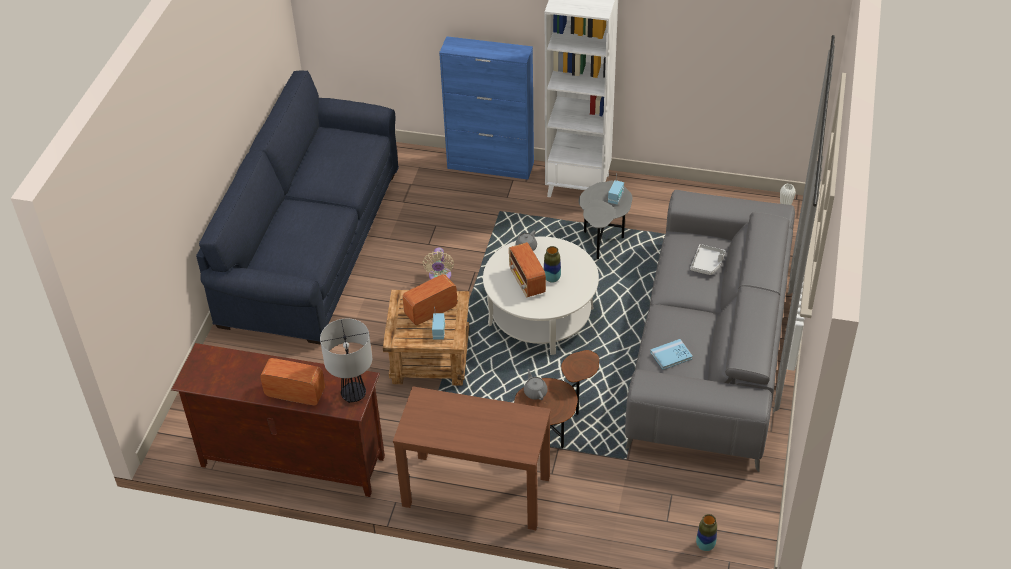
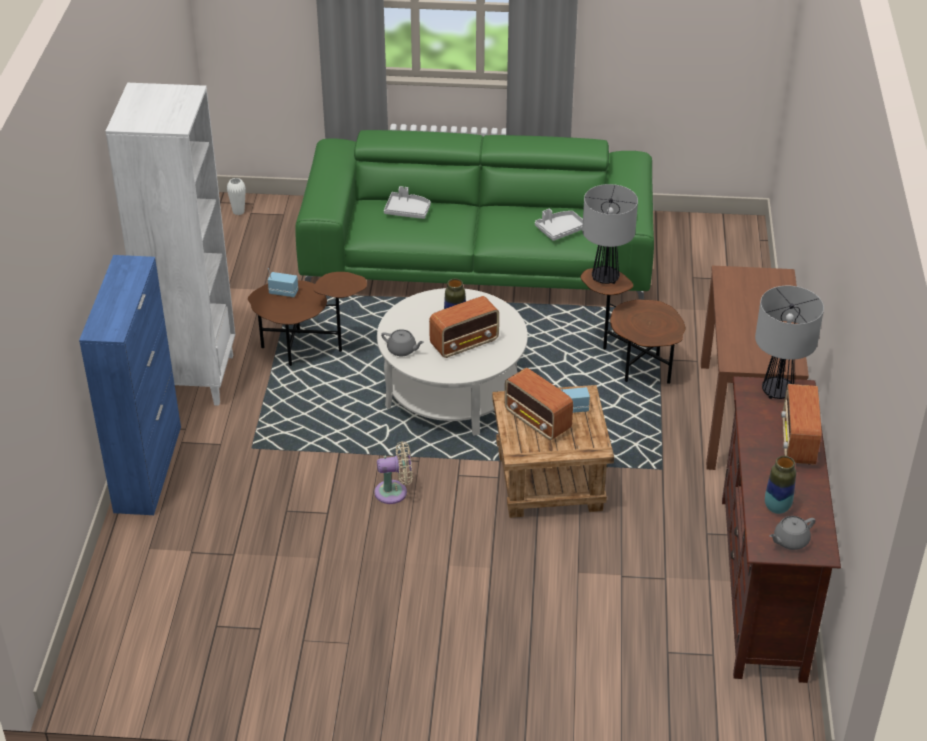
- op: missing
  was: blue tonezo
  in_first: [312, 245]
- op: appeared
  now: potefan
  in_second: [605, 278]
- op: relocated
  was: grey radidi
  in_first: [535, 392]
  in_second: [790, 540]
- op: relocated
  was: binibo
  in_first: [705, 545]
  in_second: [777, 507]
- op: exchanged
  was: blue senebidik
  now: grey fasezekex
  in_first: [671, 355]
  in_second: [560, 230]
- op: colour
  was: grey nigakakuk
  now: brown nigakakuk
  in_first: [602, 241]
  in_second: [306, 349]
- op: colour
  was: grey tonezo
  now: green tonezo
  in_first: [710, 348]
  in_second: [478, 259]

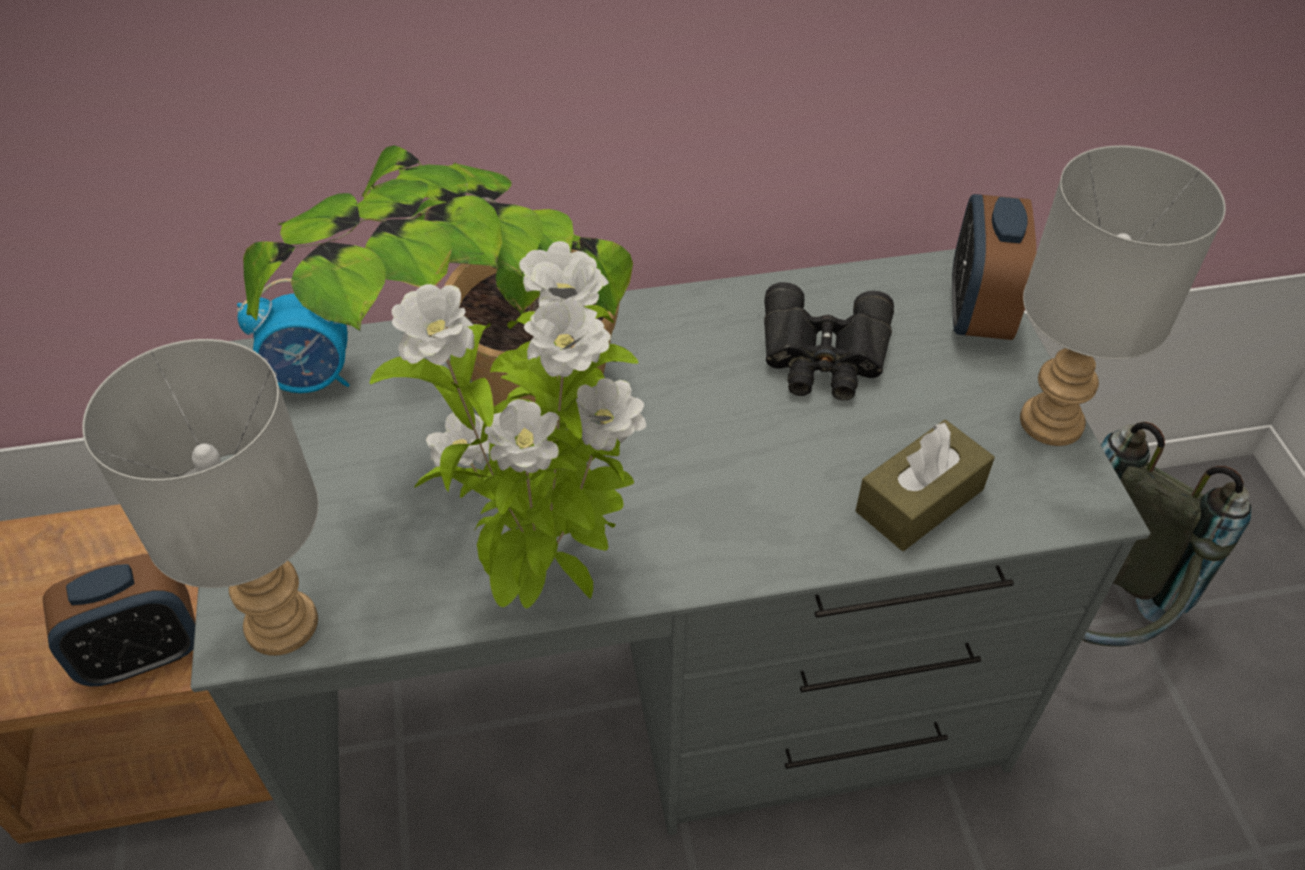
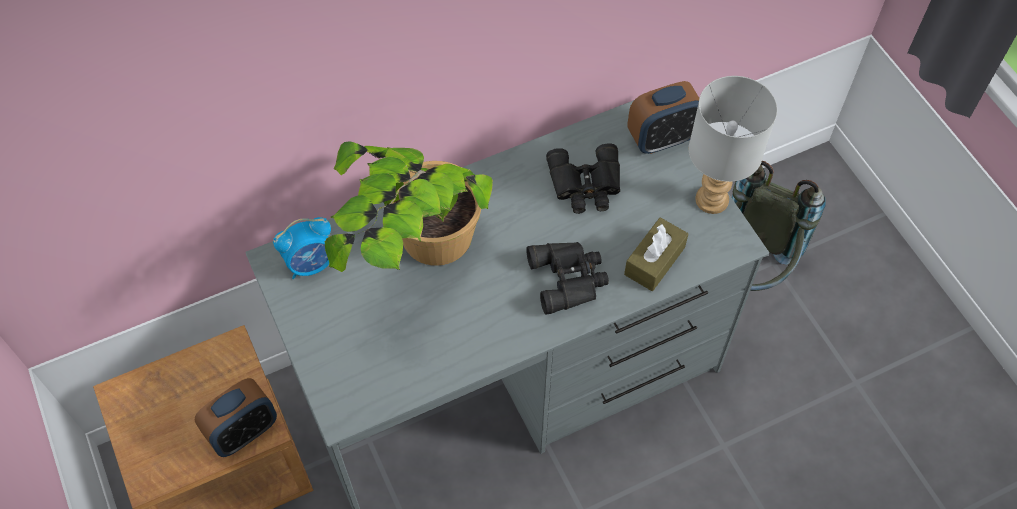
- op: missing
  was: grey potefan
  in_first: [278, 624]
- op: missing
  was: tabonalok
  in_first: [549, 579]
- op: appeared
  now: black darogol
  in_second: [569, 278]
- op: spun
  was: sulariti
  in_first: [977, 313]
  in_second: [661, 139]
  clockwise: -105

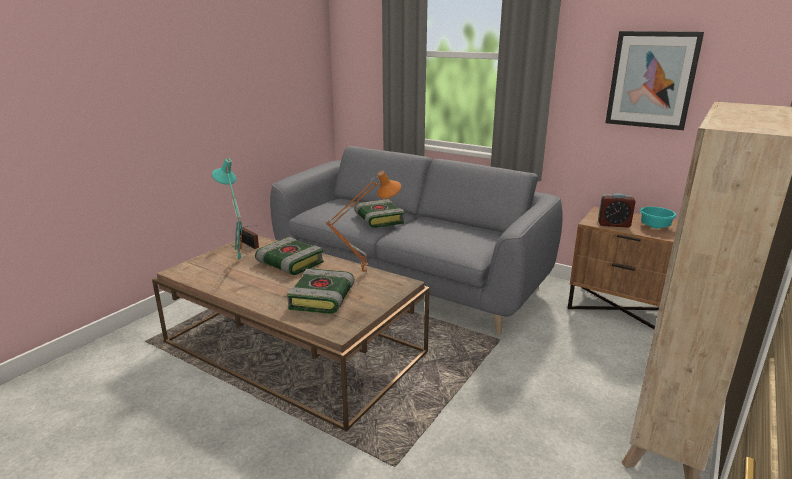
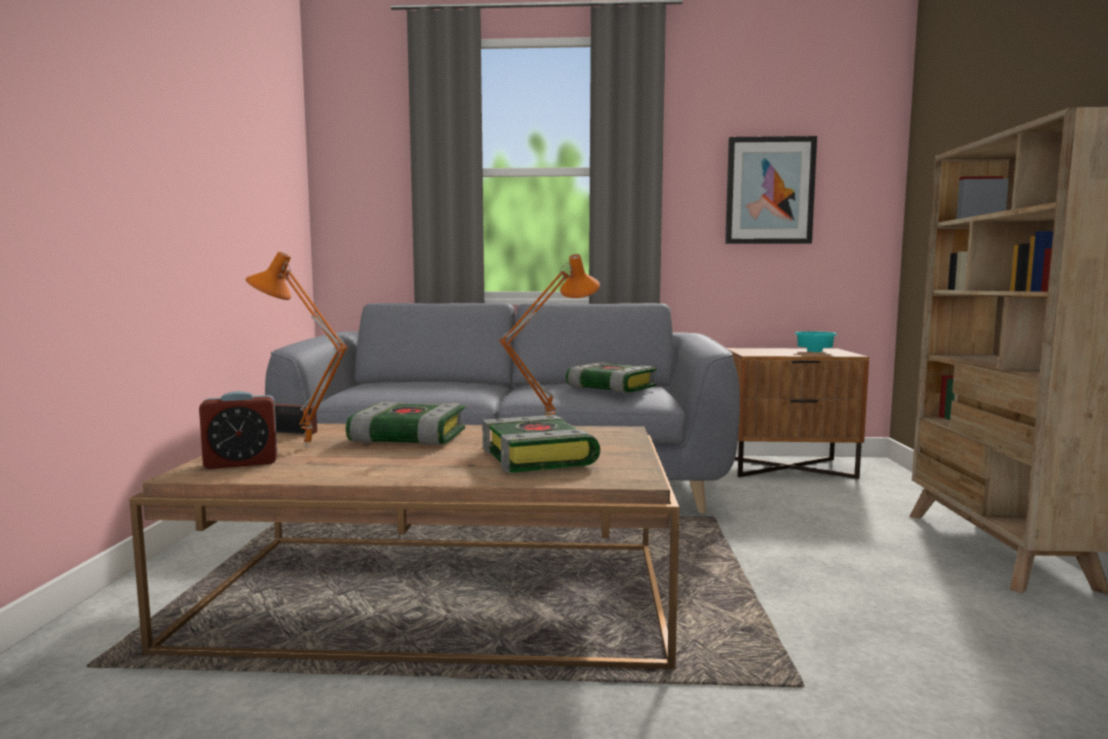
- op: relocated
  was: senebidik
  in_first: [378, 219]
  in_second: [609, 388]
- op: relocated
  was: sulariti
  in_first: [613, 224]
  in_second: [241, 463]
- op: colour
  was: turquoise potefan
  now: orange potefan
  in_first: [237, 261]
  in_second: [304, 448]

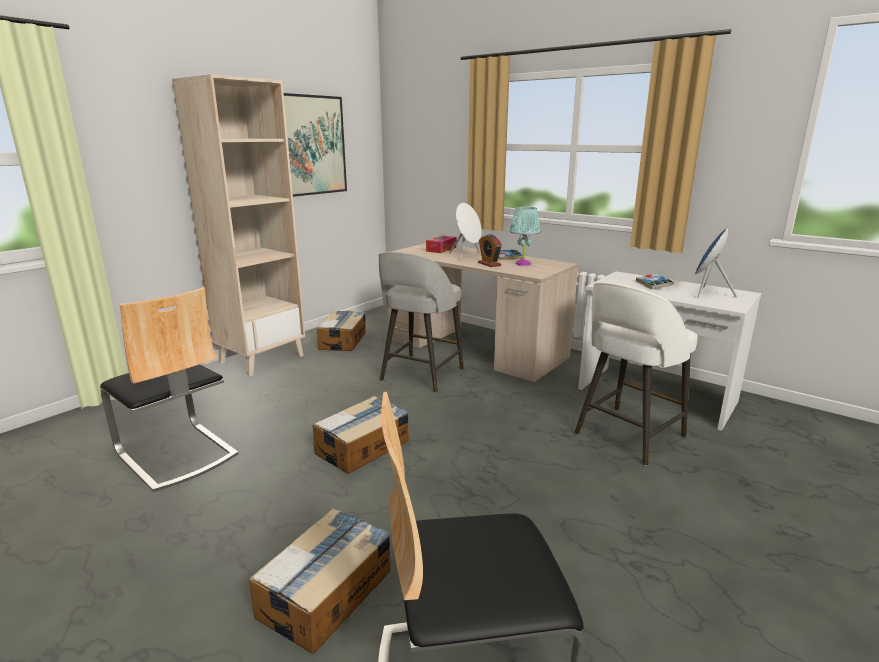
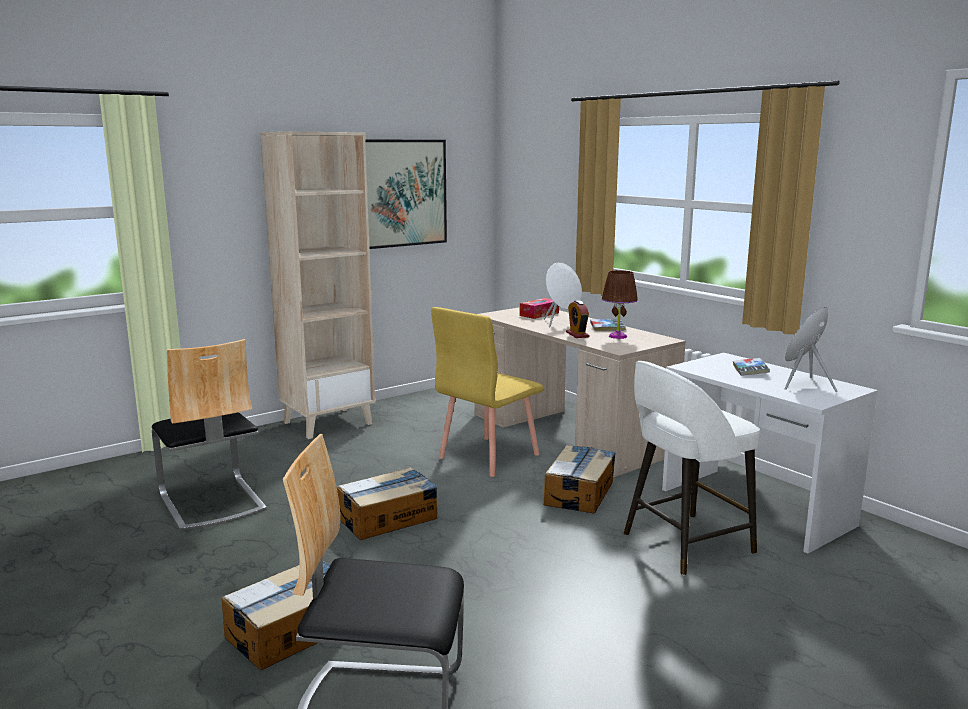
- op: relocated
  was: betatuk
  in_first: [343, 340]
  in_second: [579, 492]
- op: exchanged
  was: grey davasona
  now: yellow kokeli
  in_first: [420, 375]
  in_second: [488, 456]
- op: colour
  was: turquoise potefan
  now: brown potefan
  in_first: [523, 263]
  in_second: [618, 336]

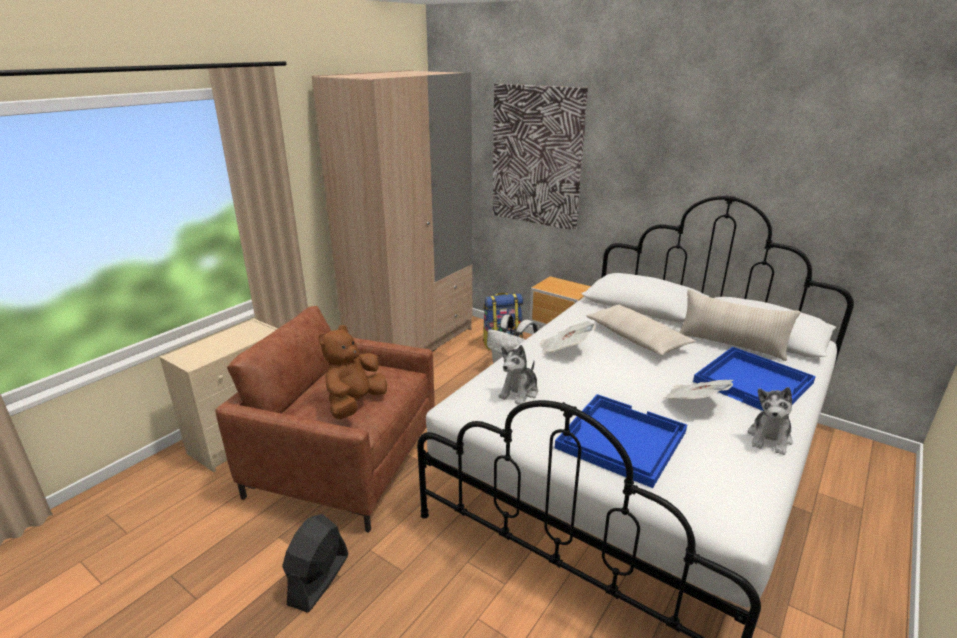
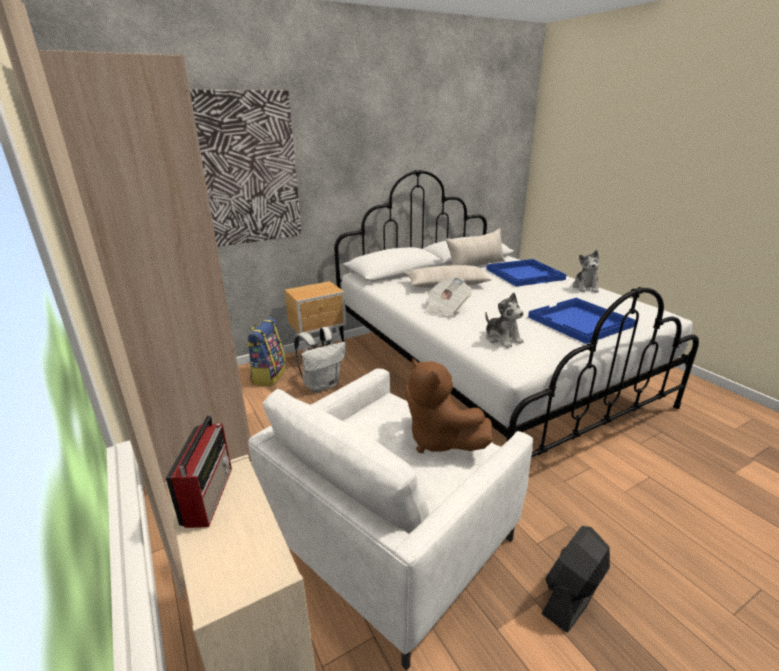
- op: missing
  was: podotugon
  in_first: [694, 403]
- op: appeared
  now: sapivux
  in_second: [209, 494]
- op: colour
  was: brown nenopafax
  now: white nenopafax
  in_first: [344, 463]
  in_second: [390, 539]
- op: spun
  was: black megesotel
  in_first: [318, 579]
  in_second: [572, 595]
  clockwise: 90
- op: spun
  was: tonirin
  in_first: [769, 438]
  in_second: [585, 287]
  clockwise: 45

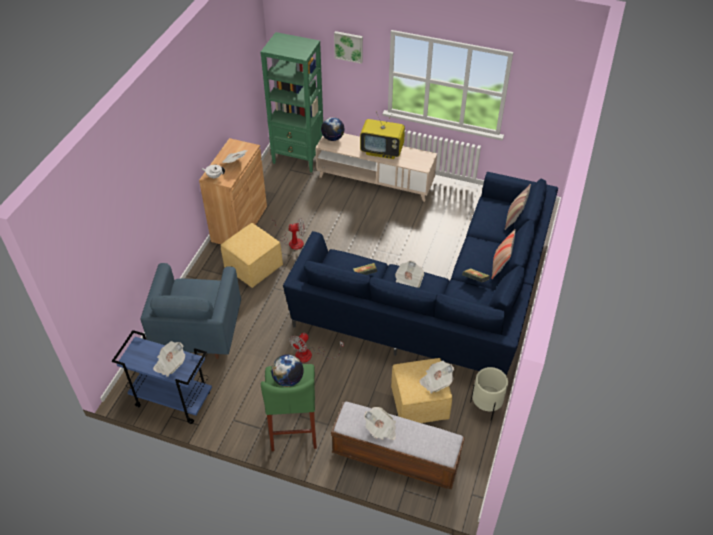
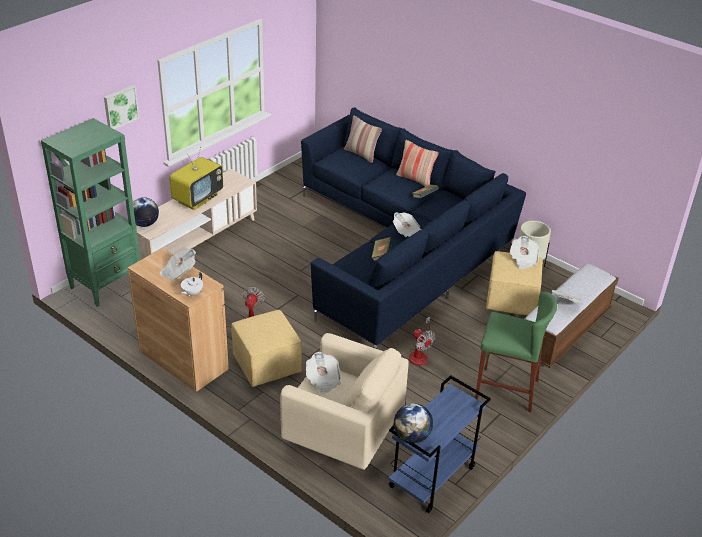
- op: relocated
  was: podotugon
  in_first: [170, 364]
  in_second: [323, 380]
- op: relocated
  was: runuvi
  in_first: [288, 379]
  in_second: [411, 436]
- op: colour
  was: blue nenopafax
  now: beige nenopafax
  in_first: [199, 333]
  in_second: [342, 434]

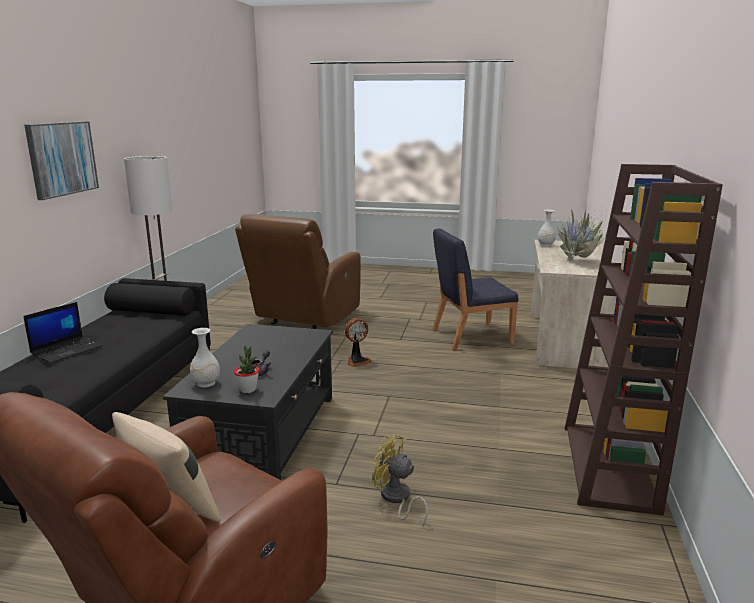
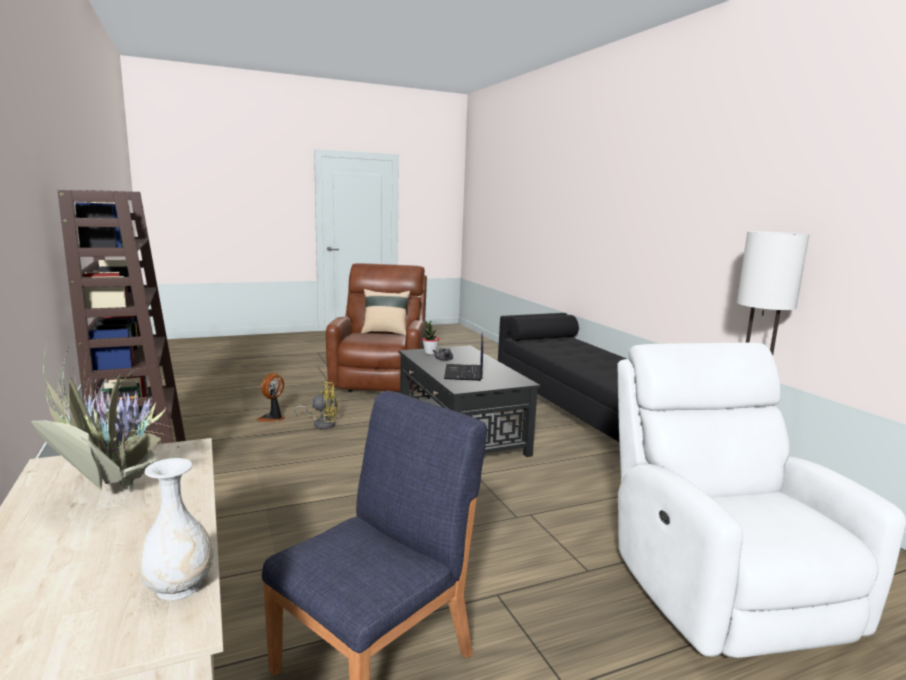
- op: missing
  was: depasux
  in_first: [62, 158]
- op: missing
  was: white binibo
  in_first: [205, 383]
- op: relocated
  was: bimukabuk
  in_first: [67, 350]
  in_second: [464, 373]
- op: relocated
  was: megesotel
  in_first: [357, 361]
  in_second: [273, 418]
- op: colour
  was: brown nenopafax
  now: white nenopafax
  in_first: [304, 319]
  in_second: [720, 587]

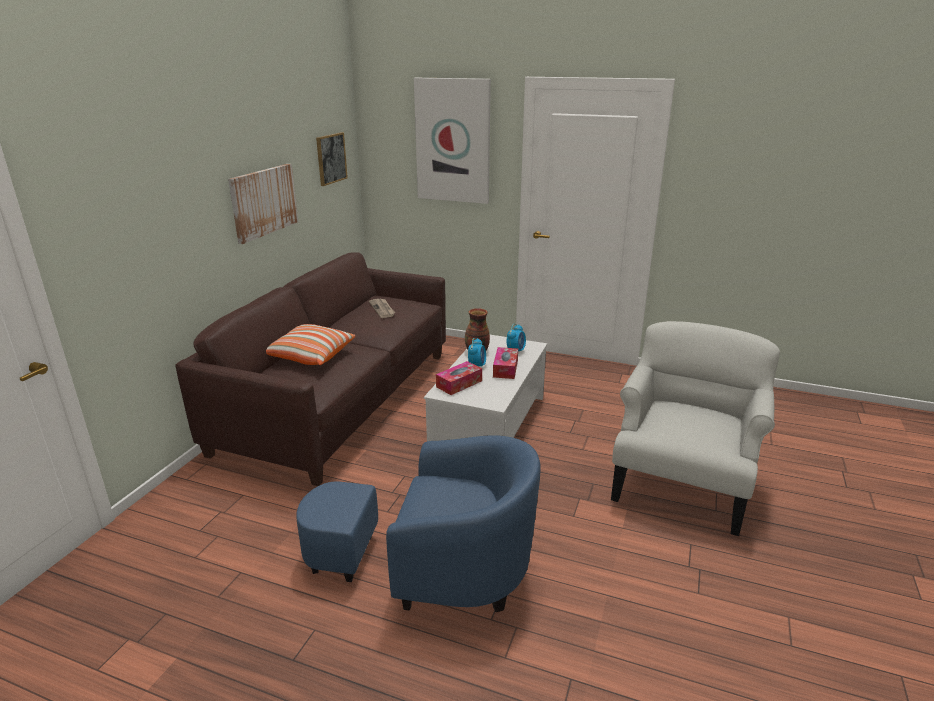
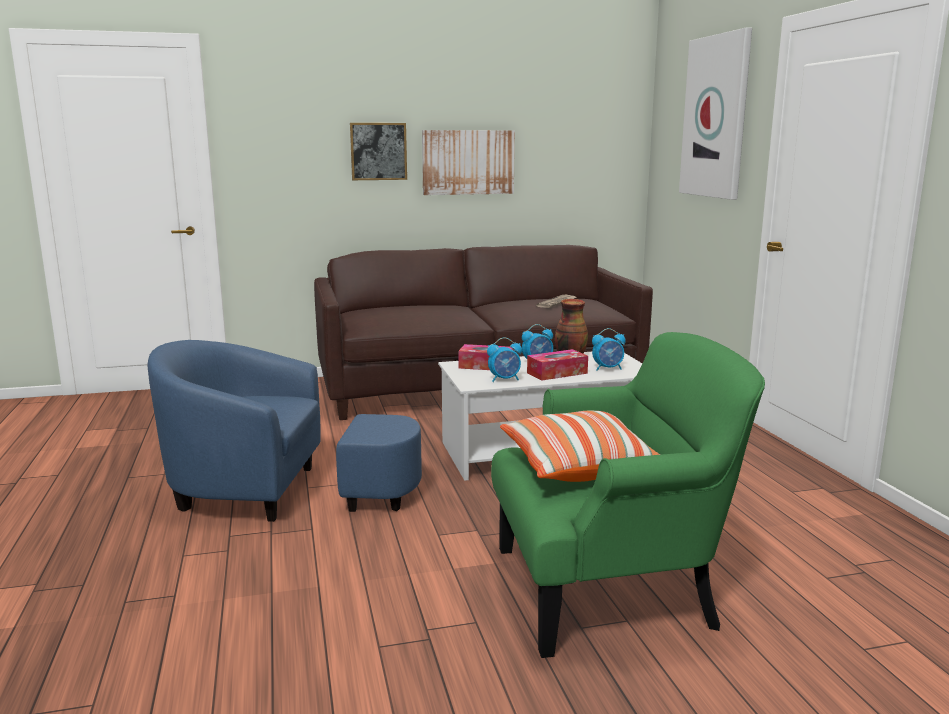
- op: appeared
  now: sulariti
  in_second: [504, 379]
- op: relocated
  was: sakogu
  in_first: [310, 356]
  in_second: [576, 466]
- op: relocated
  was: depasux
  in_first: [331, 158]
  in_second: [378, 151]
- op: colour
  was: white nenopafax
  now: green nenopafax
  in_first: [681, 483]
  in_second: [610, 588]
- op: spun
  was: blue nenopafax
  in_first: [433, 568]
  in_second: [277, 492]
  clockwise: 120

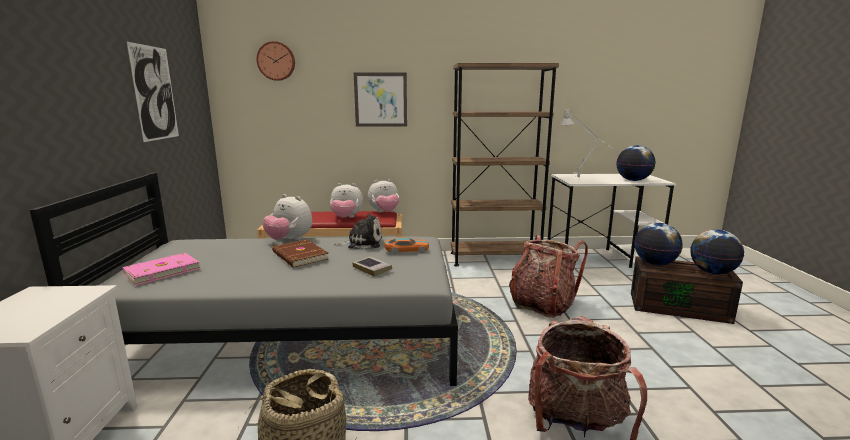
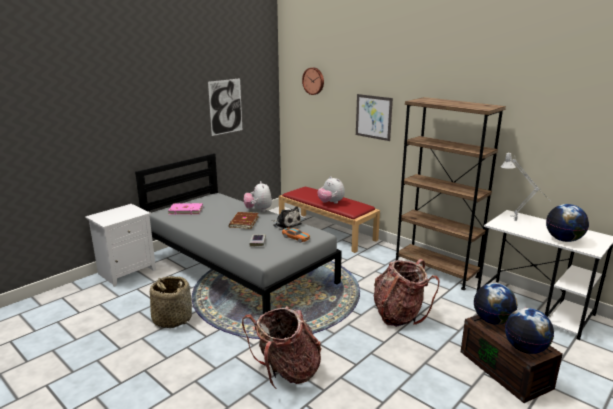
- op: missing
  was: tonirin
  in_first: [384, 212]

